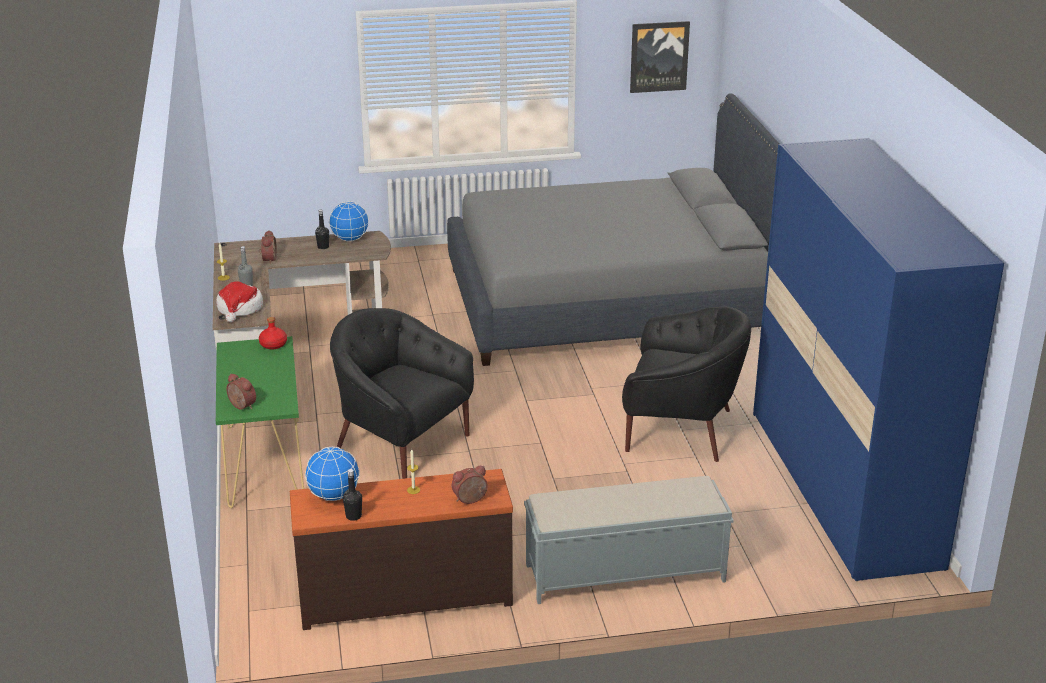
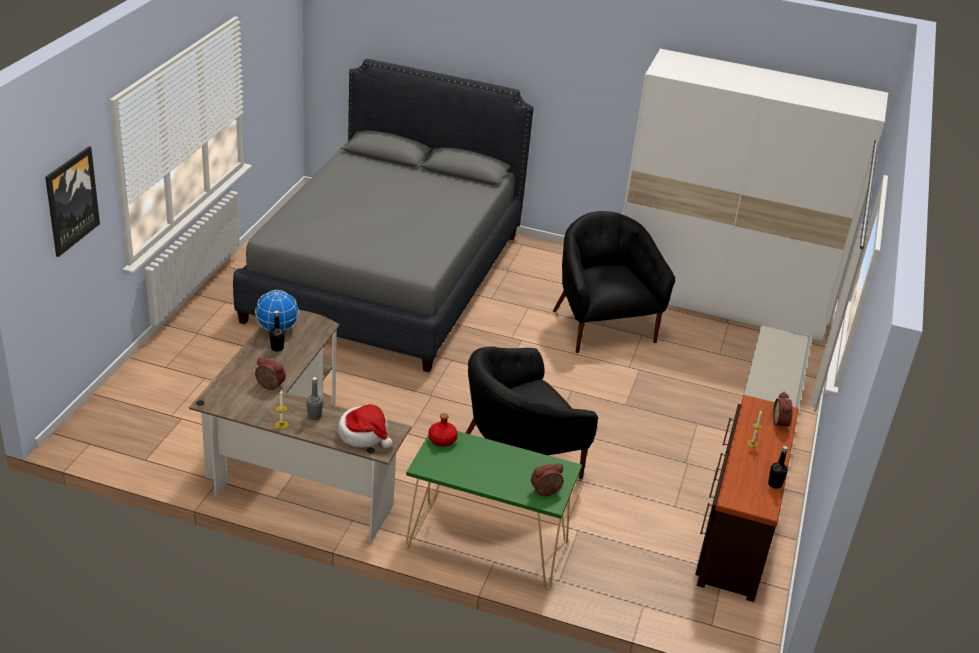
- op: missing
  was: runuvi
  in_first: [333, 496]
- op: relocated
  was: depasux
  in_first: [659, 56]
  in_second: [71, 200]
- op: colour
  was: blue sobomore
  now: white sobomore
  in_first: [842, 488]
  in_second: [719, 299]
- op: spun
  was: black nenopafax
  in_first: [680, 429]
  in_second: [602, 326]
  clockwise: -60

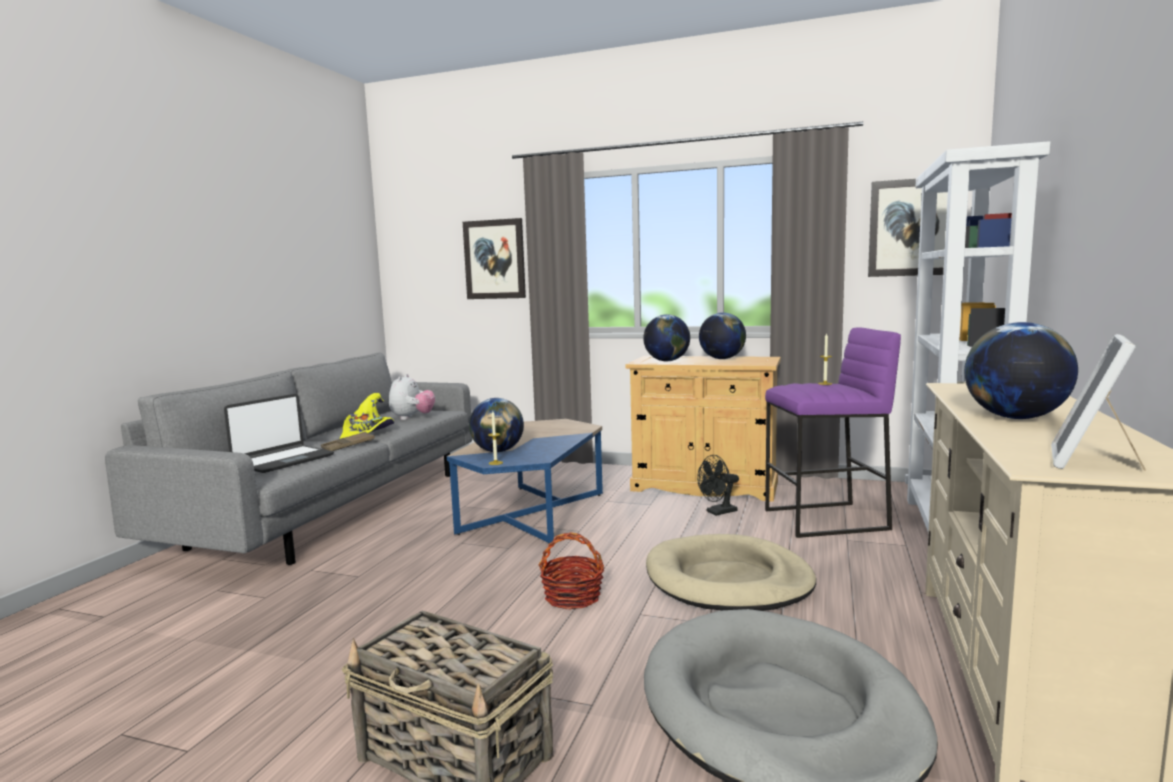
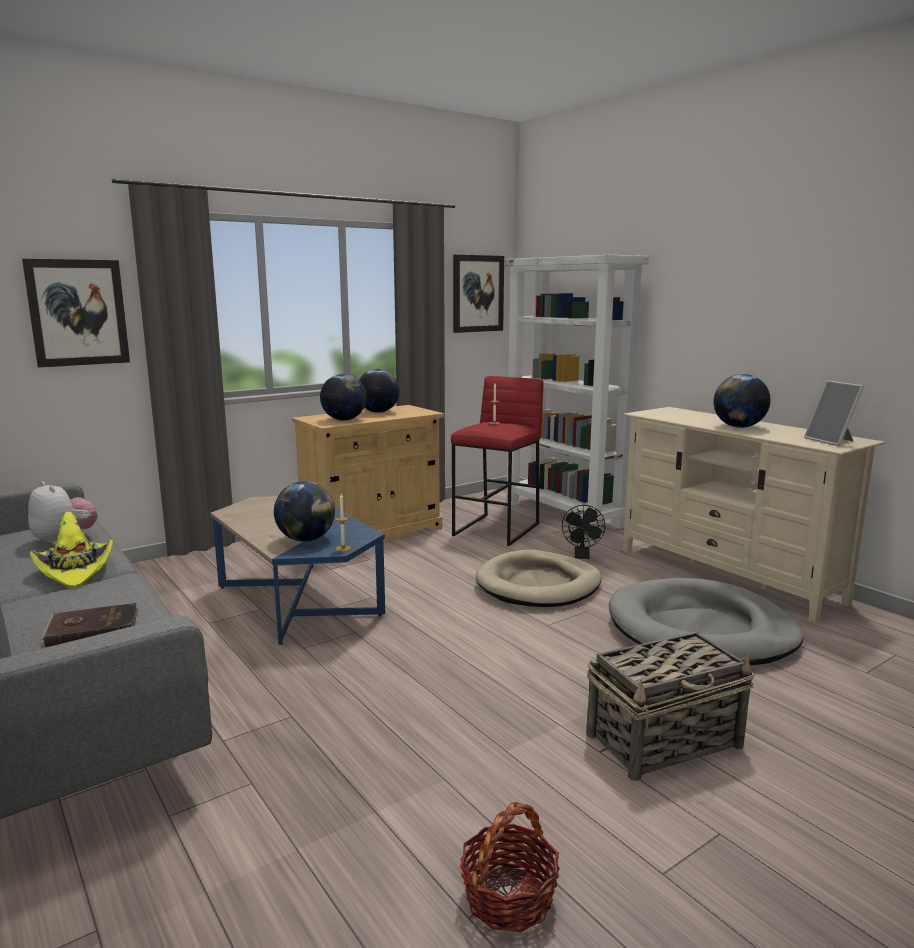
- op: missing
  was: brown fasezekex
  in_first: [348, 445]
- op: relocated
  was: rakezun
  in_first: [572, 597]
  in_second: [509, 897]
- op: relocated
  was: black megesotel
  in_first: [718, 512]
  in_second: [582, 556]
- op: exchanged
  was: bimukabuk
  now: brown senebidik
  in_first: [282, 460]
  in_second: [92, 628]
- op: colour
  was: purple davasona
  now: red davasona
  in_first: [826, 520]
  in_second: [497, 529]

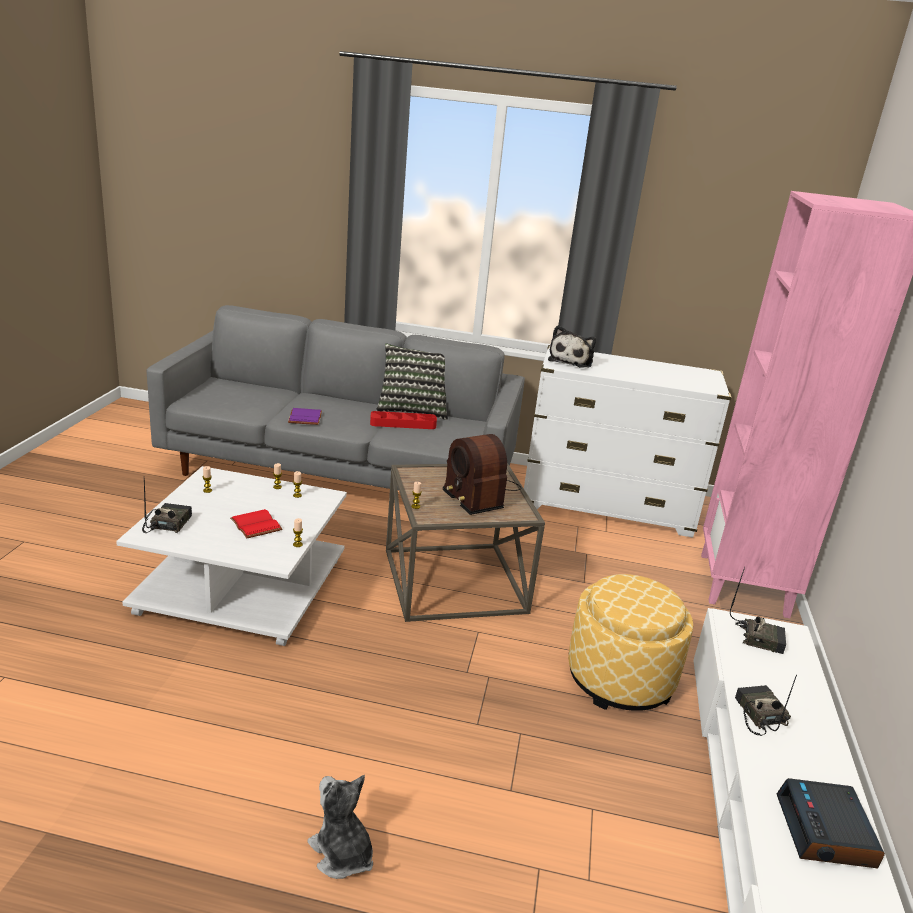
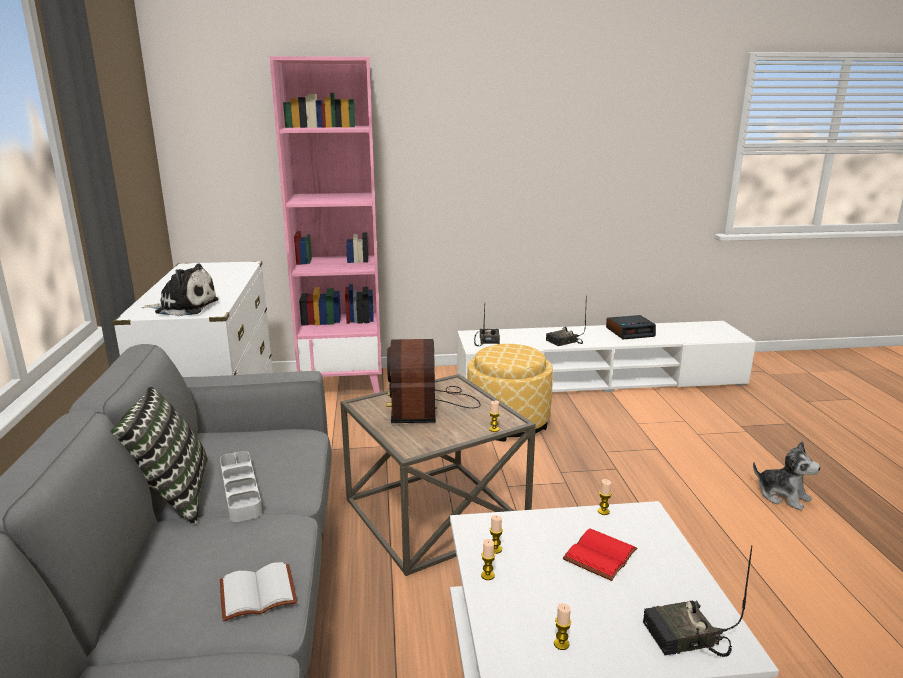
- op: colour
  was: purple senebidik
  now: white senebidik
  in_first: [304, 417]
  in_second: [256, 595]
- op: colour
  was: red fasezekex
  now: grey fasezekex
  in_first: [403, 424]
  in_second: [240, 490]
- op: spun
  was: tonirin
  in_first: [342, 853]
  in_second: [782, 496]
  clockwise: -75
- op: spun
  was: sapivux
  in_first: [479, 493]
  in_second: [429, 406]
  clockwise: 135

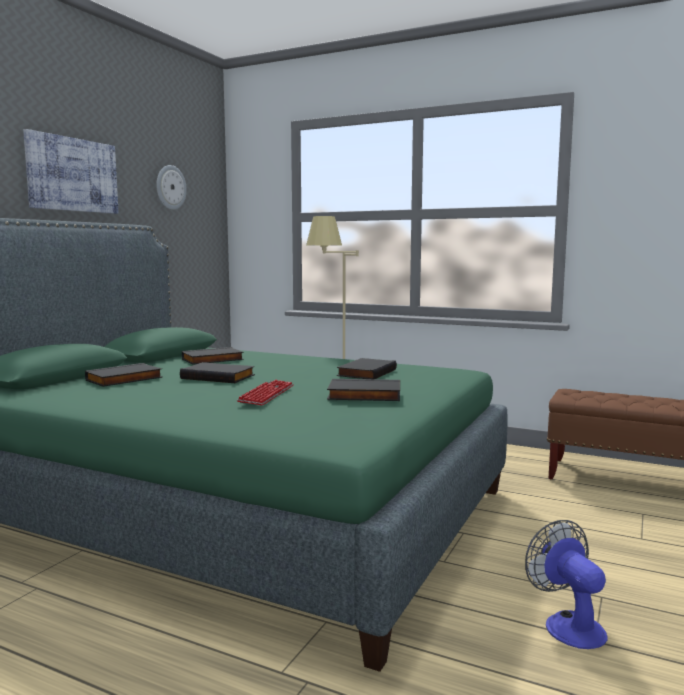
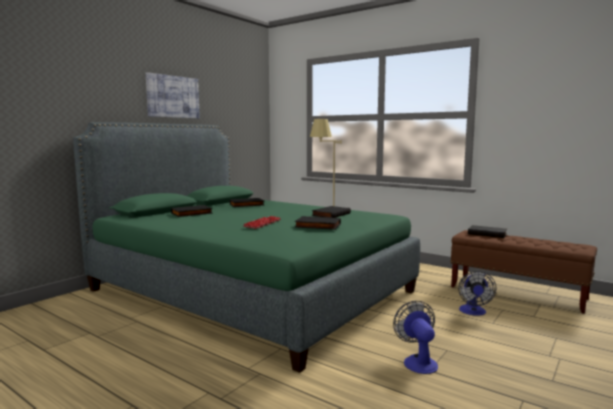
- op: missing
  was: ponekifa
  in_first: [170, 187]
- op: appeared
  now: megesotel
  in_second: [473, 312]
- op: relocated
  was: black senebidik
  in_first: [219, 377]
  in_second: [487, 234]

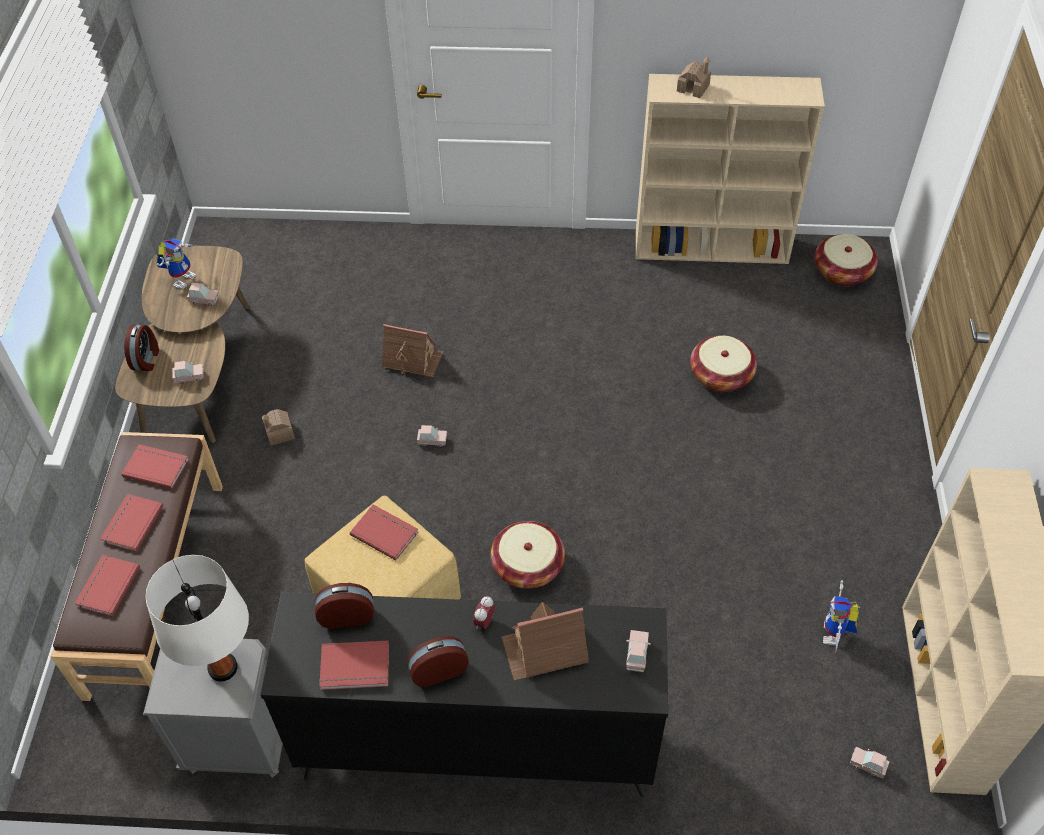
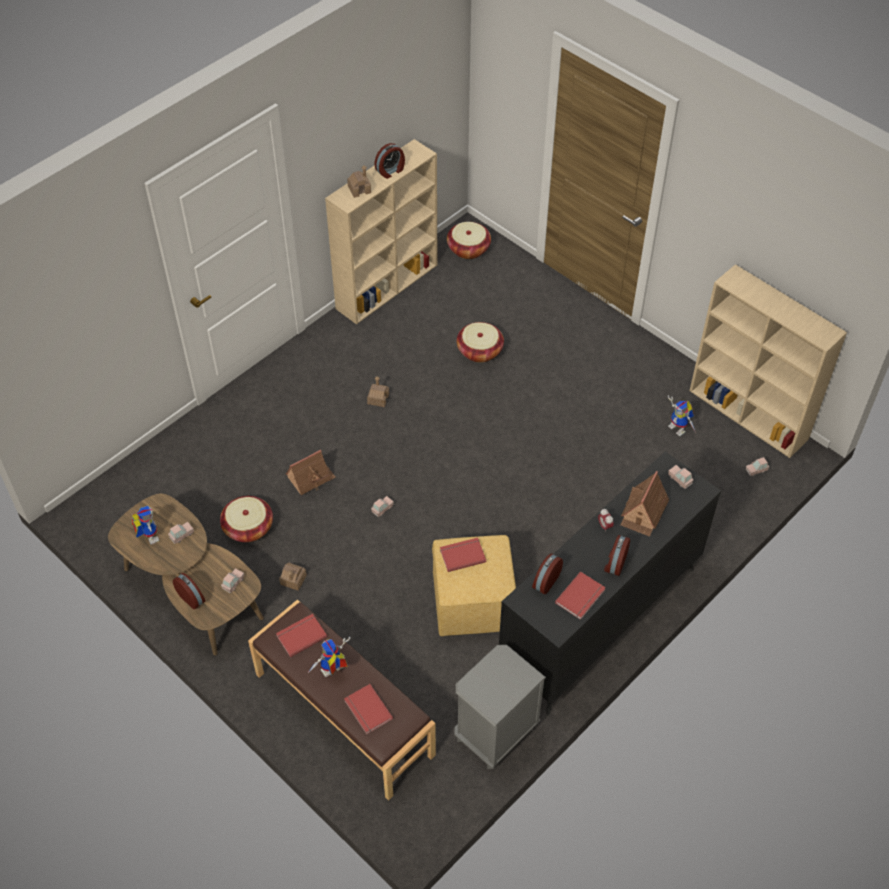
- op: missing
  was: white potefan
  in_first: [222, 668]
- op: appeared
  now: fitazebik
  in_second: [378, 399]
- op: appeared
  now: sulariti
  in_second: [390, 171]
- op: relocated
  was: rakezun
  in_first: [527, 565]
  in_second: [248, 527]
- op: exchanged
  was: red senebidik
  now: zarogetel
  in_first: [131, 524]
  in_second: [332, 672]

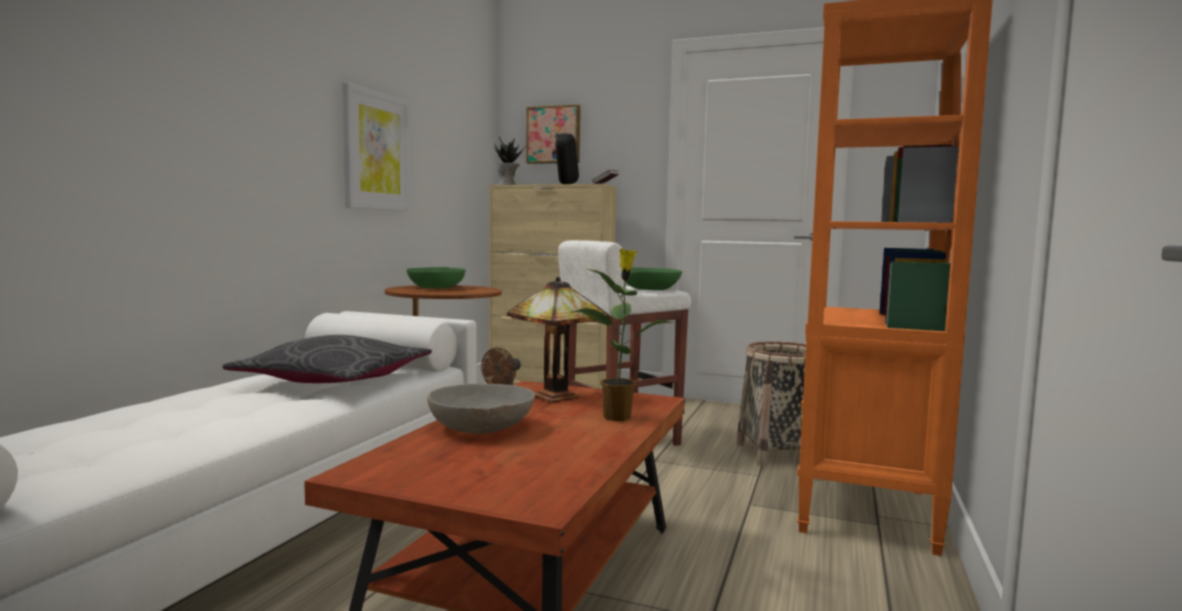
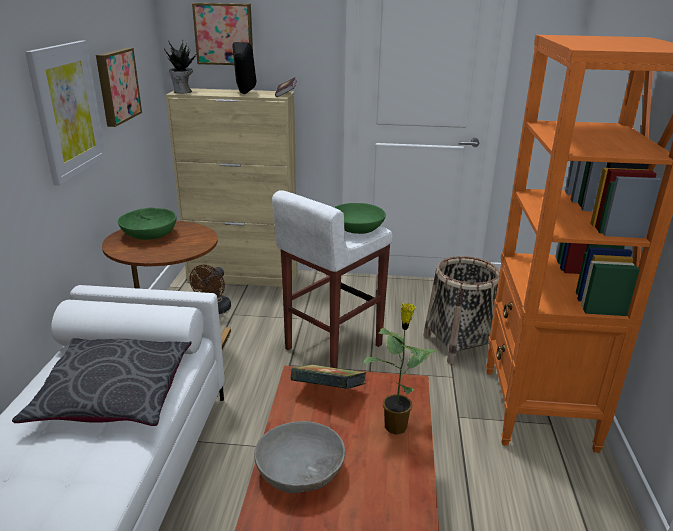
- op: appeared
  now: depasux
  in_second: [116, 86]
- op: exchanged
  was: potefan
  now: senebidik
  in_first: [556, 395]
  in_second: [328, 393]

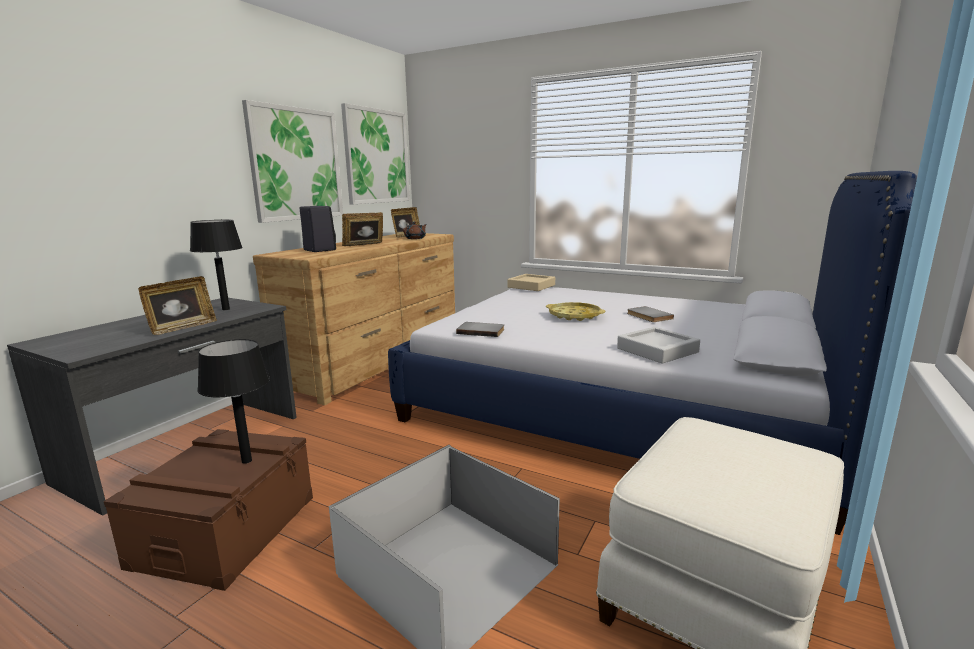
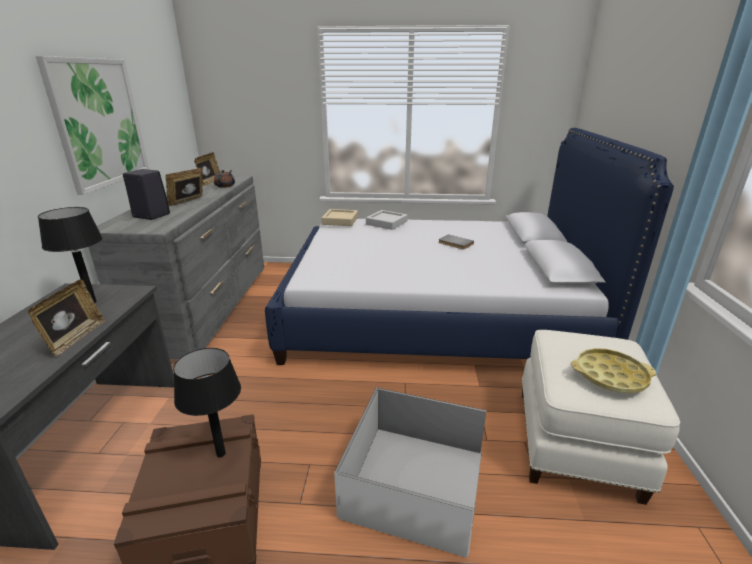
- op: missing
  was: depasux
  in_first: [376, 156]
- op: missing
  was: grey senebidik
  in_first: [481, 331]
- op: relocated
  was: yellow fasezekex
  in_first: [574, 315]
  in_second: [610, 375]
- op: relocated
  was: grey fasezekex
  in_first: [657, 350]
  in_second: [386, 223]
- op: colour
  was: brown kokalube
  now: grey kokalube
  in_first: [378, 361]
  in_second: [208, 306]

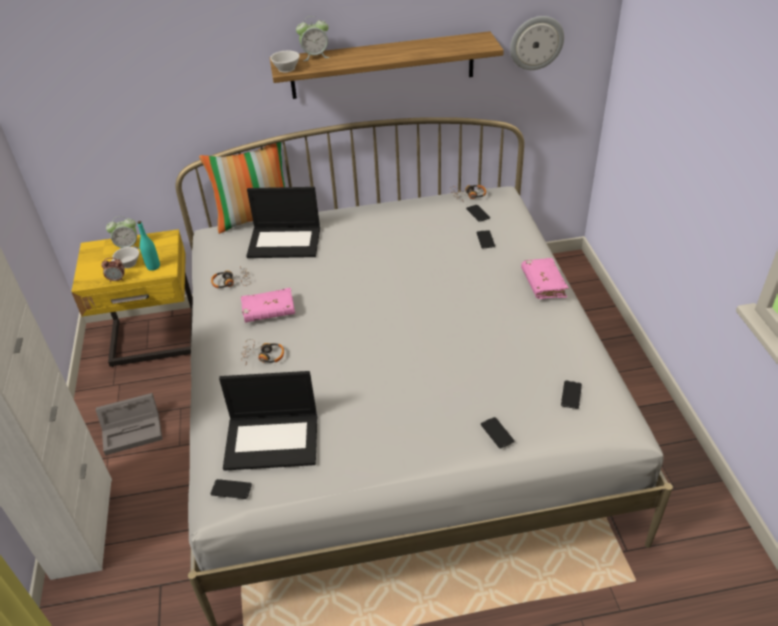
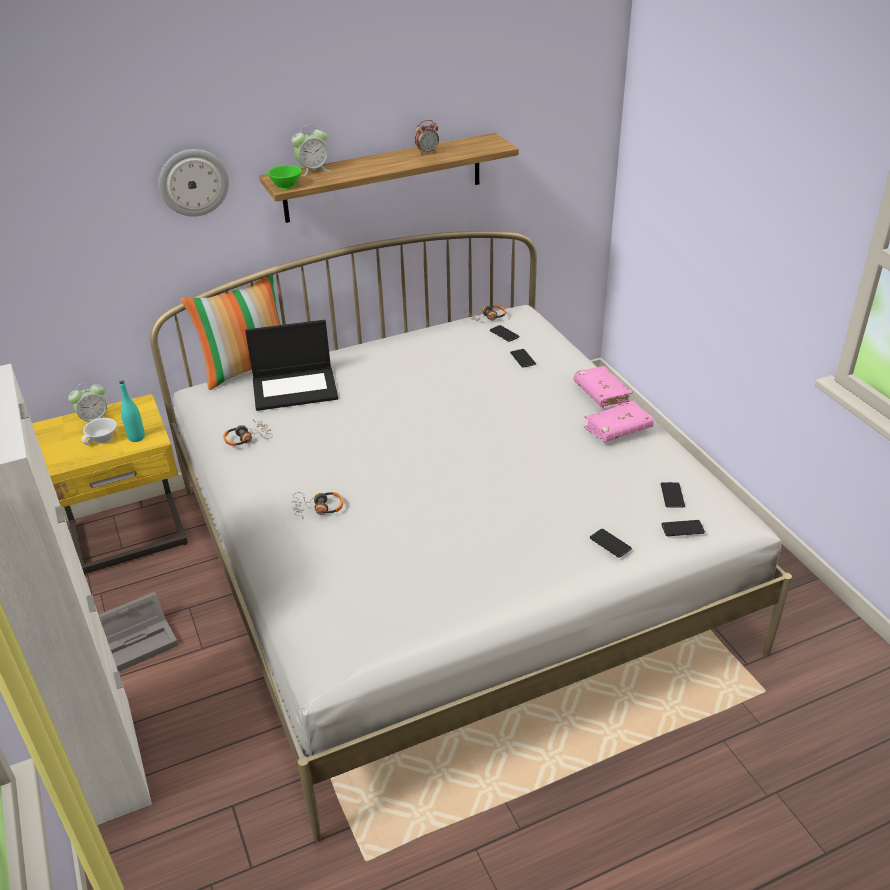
- op: missing
  was: bimukabuk
  in_first: [273, 440]
- op: relocated
  was: sulariti
  in_first: [117, 279]
  in_second: [427, 152]
- op: relocated
  was: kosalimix
  in_first: [231, 489]
  in_second: [682, 529]
- op: relocated
  was: pink senebidik
  in_first: [269, 311]
  in_second: [618, 429]
- op: relocated
  was: ponekifa
  in_first: [536, 42]
  in_second: [193, 182]
- op: colour
  was: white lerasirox
  now: green lerasirox
  in_first: [285, 68]
  in_second: [284, 185]

